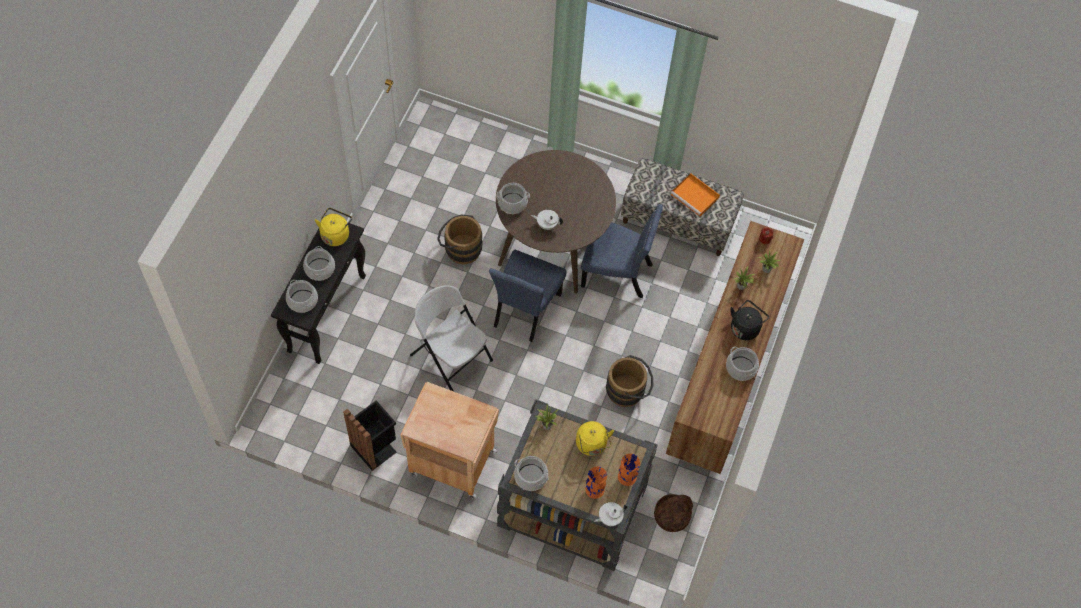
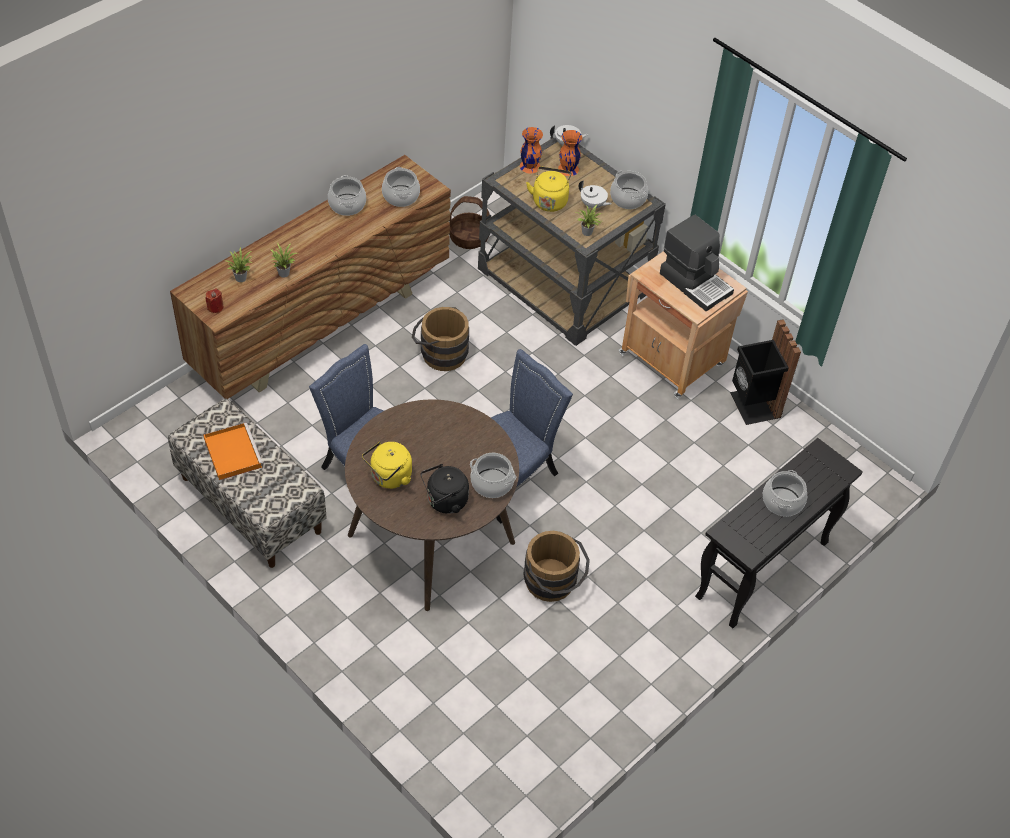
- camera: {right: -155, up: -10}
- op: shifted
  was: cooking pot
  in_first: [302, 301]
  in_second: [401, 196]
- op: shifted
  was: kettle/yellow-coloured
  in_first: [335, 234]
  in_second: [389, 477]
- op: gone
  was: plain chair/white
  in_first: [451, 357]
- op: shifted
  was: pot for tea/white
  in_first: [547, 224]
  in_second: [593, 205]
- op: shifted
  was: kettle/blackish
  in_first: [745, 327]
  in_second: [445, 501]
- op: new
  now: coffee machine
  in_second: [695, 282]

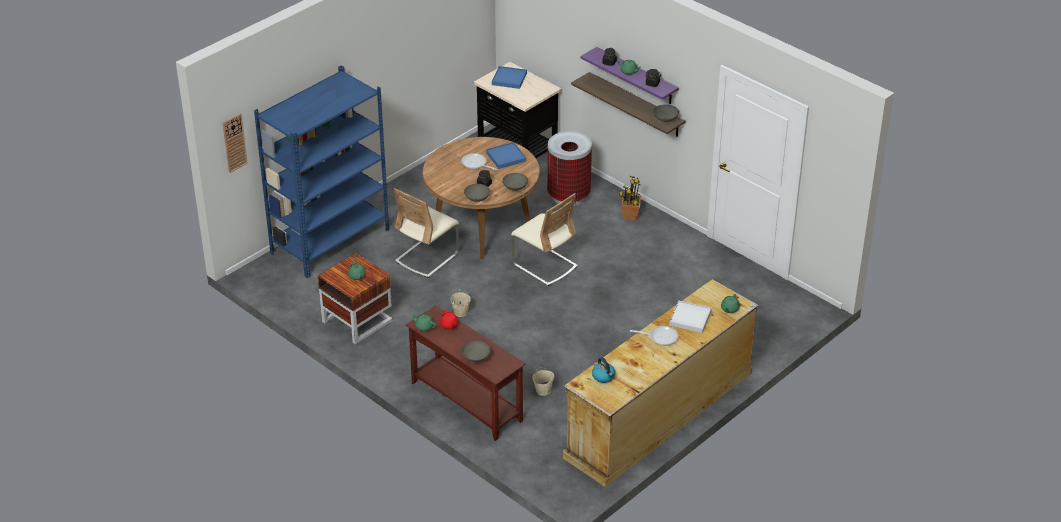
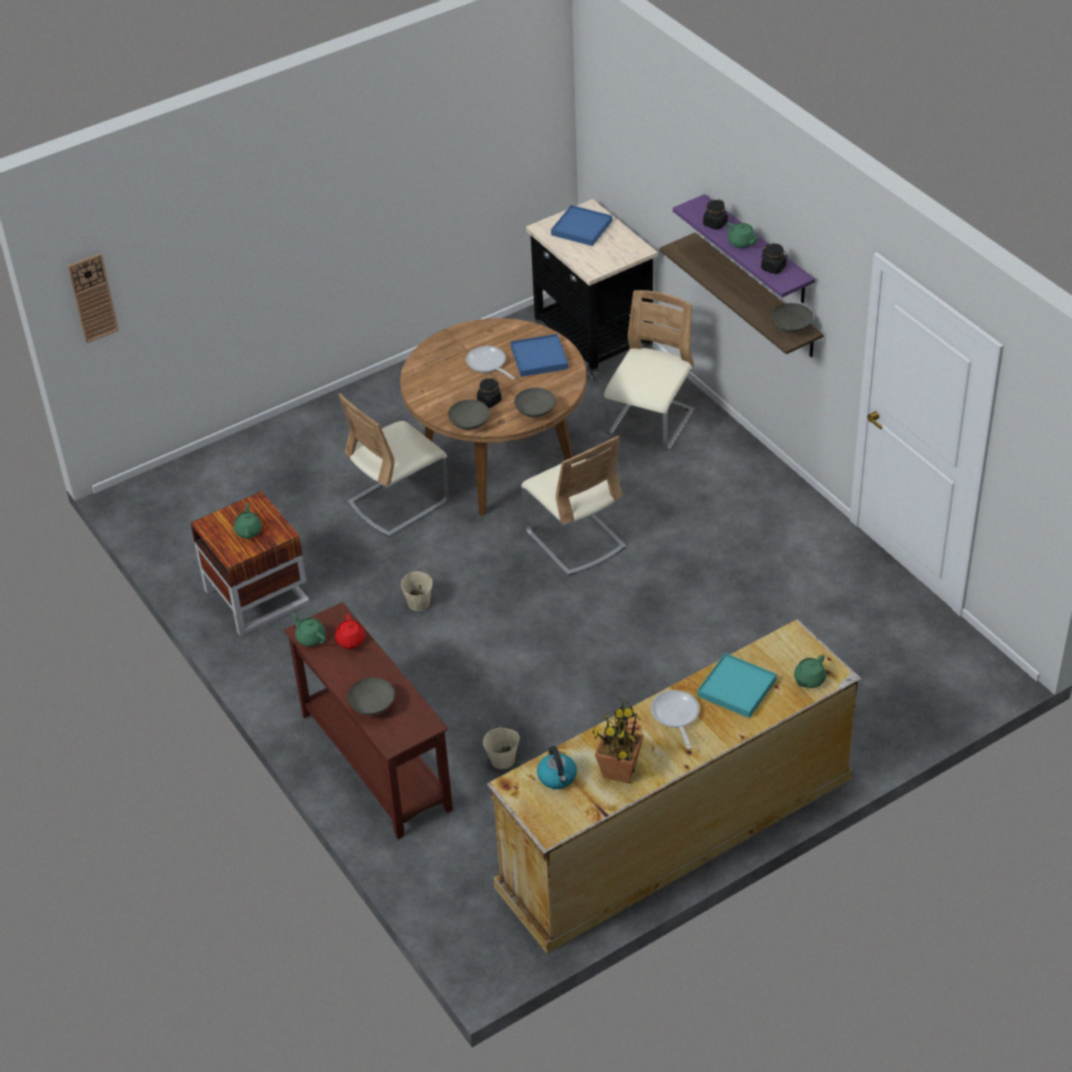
- camera: {right: 15, up: 5}
- op: gone
  was: bookshelf/blue-coloured
  in_first: [330, 241]
- op: swapped
  was: trash can
  now: plain chair/sand-coloured
  in_first: [569, 196]
  in_second: [650, 424]
- op: shifted
  was: potted plant
  in_first: [630, 216]
  in_second: [619, 771]
- op: rotated
  was: frying pan
  in_first: [660, 337]
  in_second: [675, 716]
  clockwise: -120
- op: repainted
  was: tray/white
  now: tray/blue-green
  in_first: [690, 318]
  in_second: [736, 688]

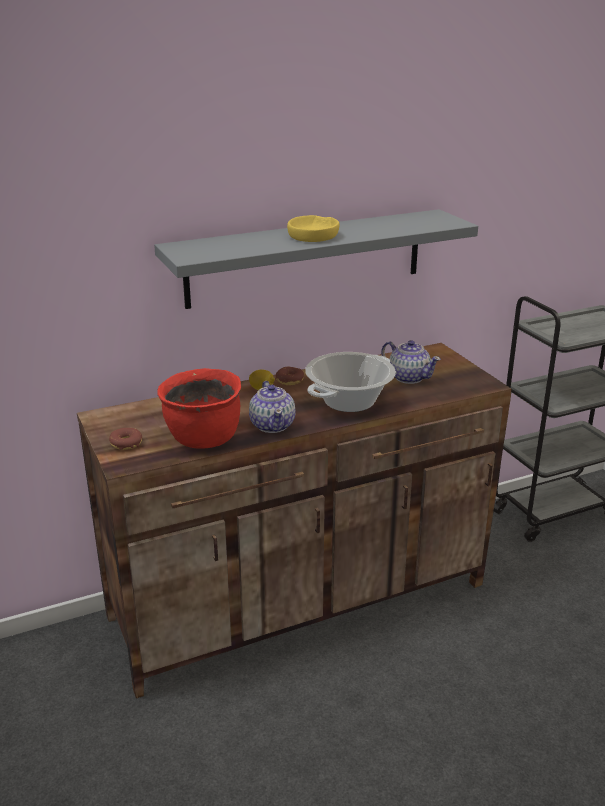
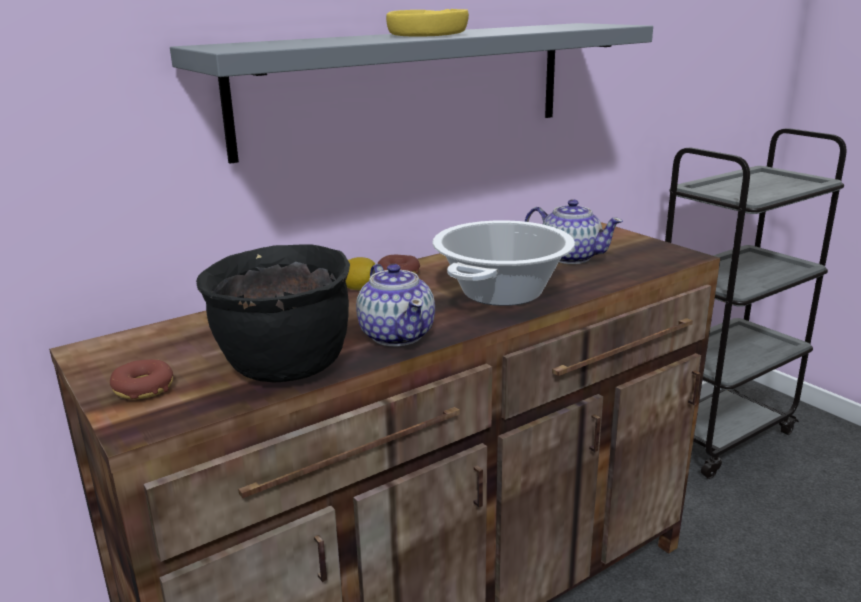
- camera: {right: -10, up: -5}
- op: repainted
  was: cooking pot/red-coloured
  now: cooking pot/blackish
  in_first: [203, 439]
  in_second: [285, 368]

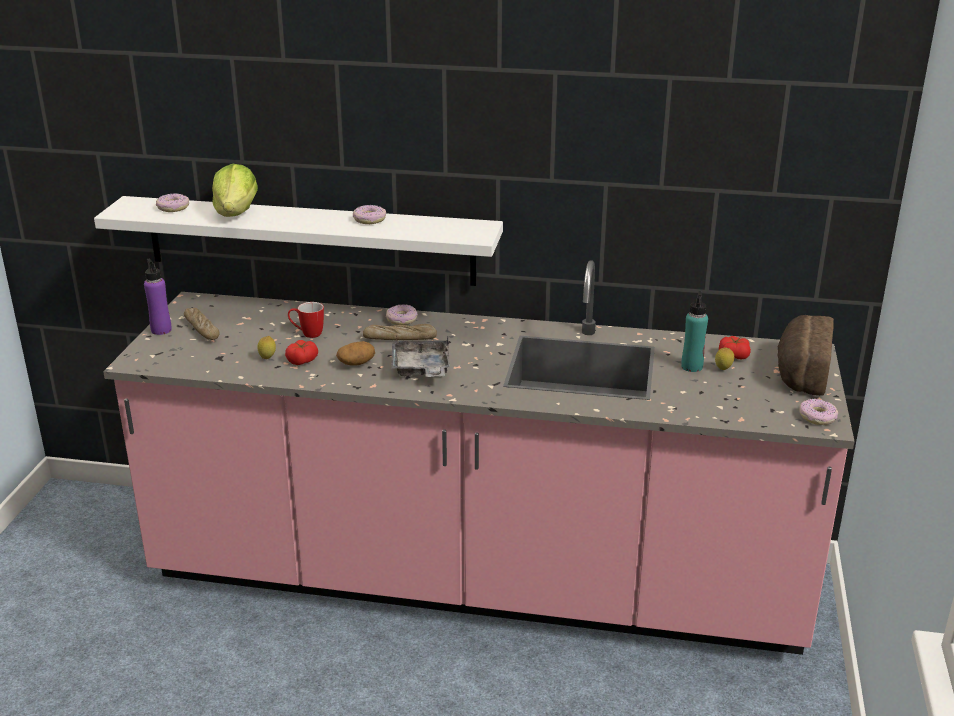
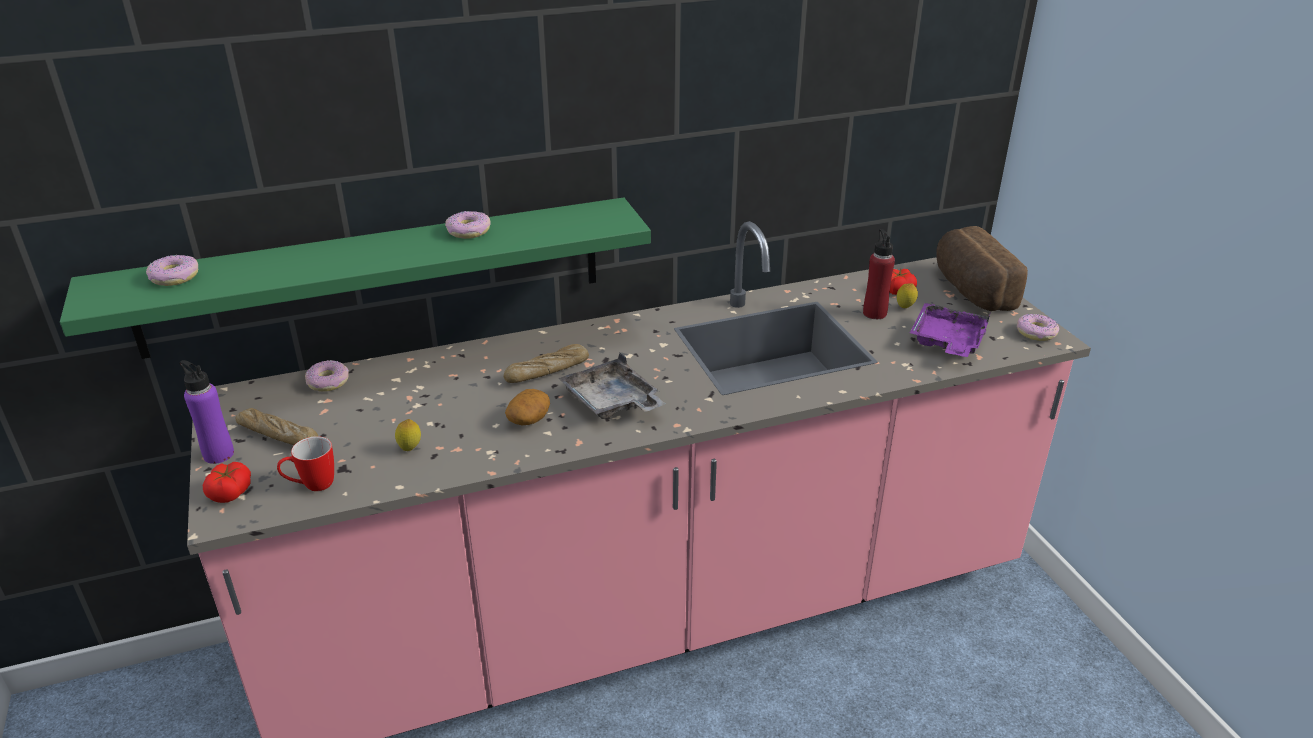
- camera: {right: -30, up: 5}
- op: repainted
  was: bracket shelf/white
  now: bracket shelf/green
  in_first: [310, 240]
  in_second: [375, 276]
- op: gone
  was: lettuce
  in_first: [236, 213]
- op: shifted
  was: tomato
  in_first: [302, 360]
  in_second: [230, 492]
- op: shifted
  was: mug
  in_first: [307, 334]
  in_second: [311, 486]
- op: shifted
  was: doughnut
  in_first: [402, 319]
  in_second: [328, 382]
- op: repainted
  was: drink bottle/blue-green
  now: drink bottle/red-coloured
  in_first: [692, 366]
  in_second: [874, 313]
- op: new
  now: tray/purple-coloured
  in_second: [947, 342]

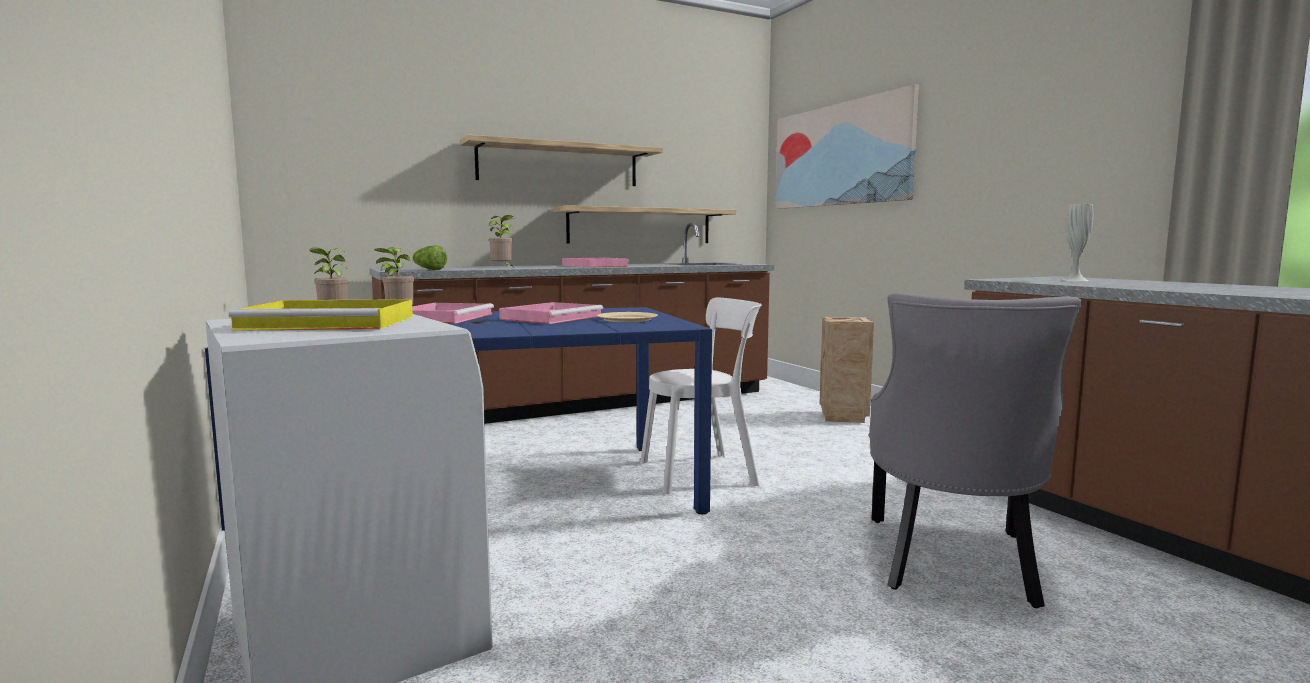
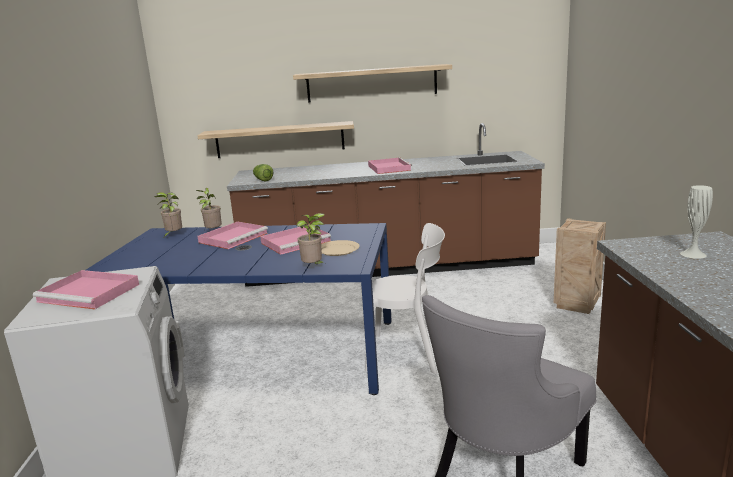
- camera: {right: 25, up: 10}
- op: repainted
  was: tray/yellow-coloured
  now: tray/pink
  in_first: [333, 322]
  in_second: [90, 293]
- op: shifted
  was: potted plant
  in_first: [503, 269]
  in_second: [314, 267]
- op: shifted
  was: bracket shelf
  in_first: [640, 226]
  in_second: [280, 140]
- op: gone
  was: wall picture
  in_first: [839, 155]

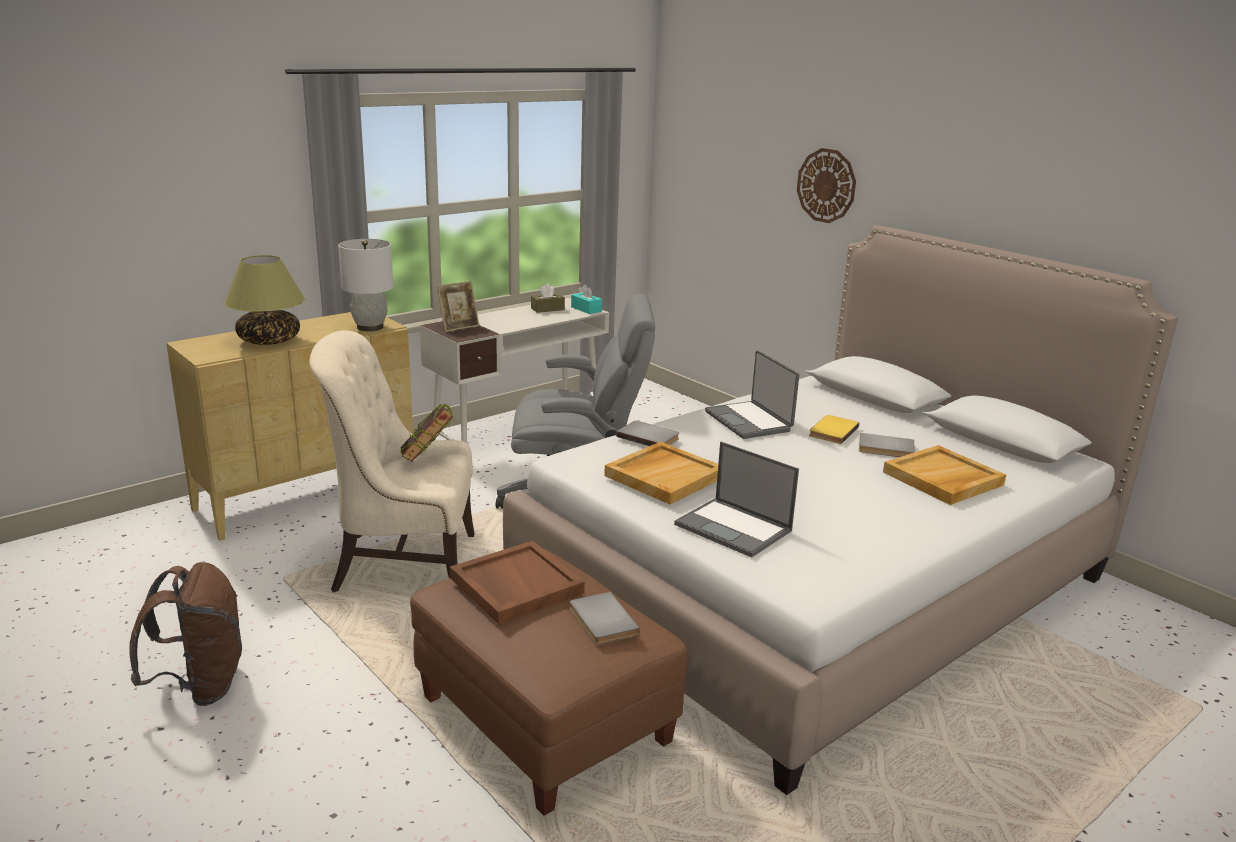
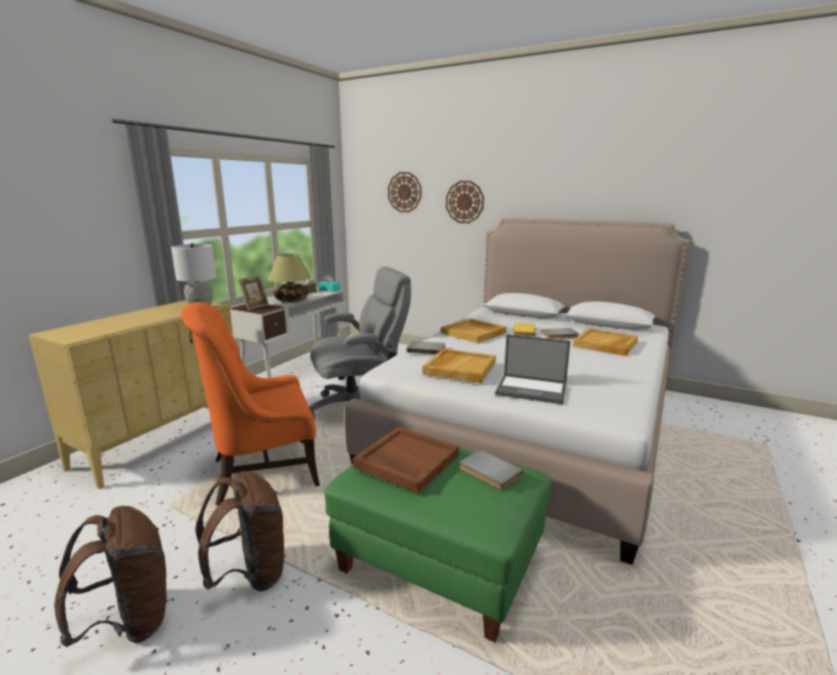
- camera: {right: -20, up: -5}
- op: shifted
  was: lamp for a table
  in_first: [268, 341]
  in_second: [291, 300]
- op: repainted
  was: lounge chair/sand-coloured
  now: lounge chair/orange
  in_first: [403, 563]
  in_second: [263, 472]
- op: gone
  was: bound book
  in_first: [427, 459]
- op: repainted
  was: footrest/brown-coloured
  now: footrest/green
  in_first: [544, 721]
  in_second: [439, 561]
- op: swapped
  was: notebook computer
  now: tray/sand-coloured
  in_first: [749, 421]
  in_second: [474, 333]
- op: new
  now: backpack/brown-coloured
  in_second: [250, 574]
- op: new
  now: wall clock
  in_second: [404, 192]

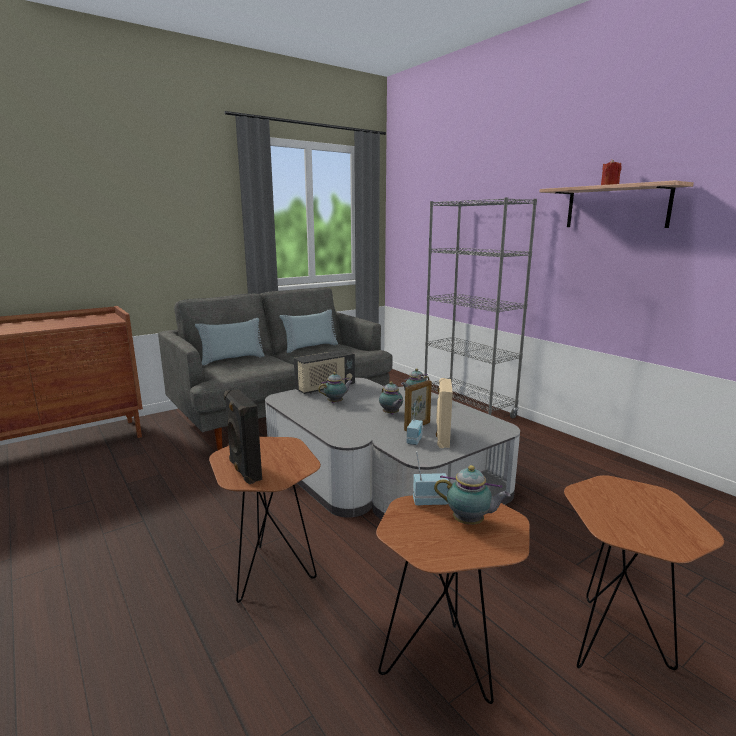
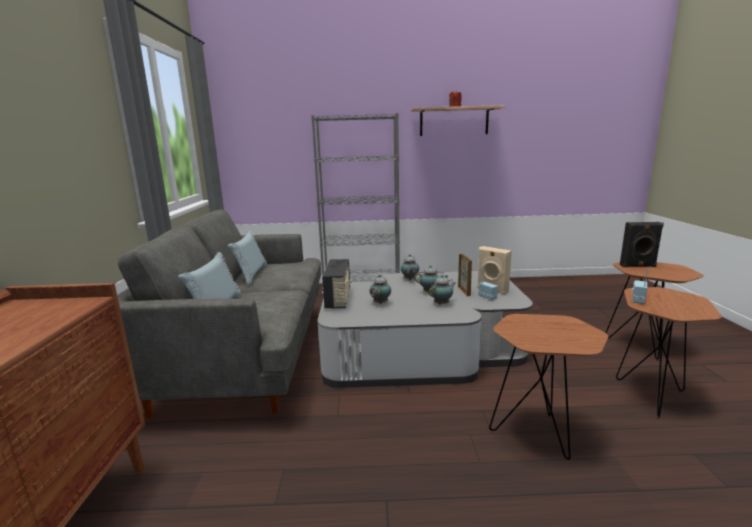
- camera: {right: -55, up: 0}
- op: shifted
  was: audio speaker/blackish
  in_first: [244, 471]
  in_second: [638, 266]
- op: shifted
  was: pot for tea
  in_first: [470, 522]
  in_second: [442, 303]

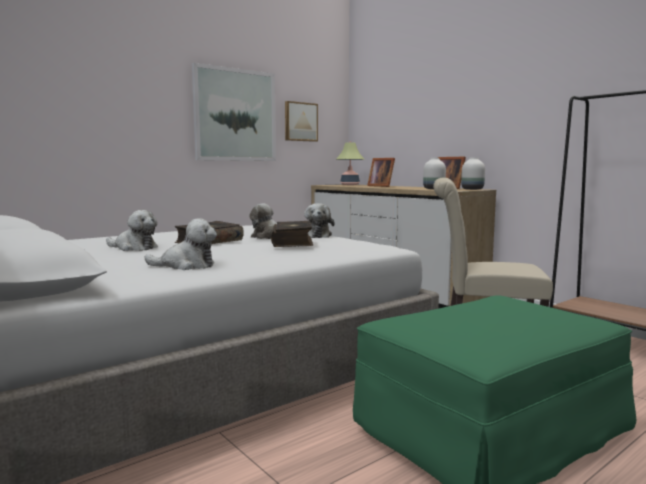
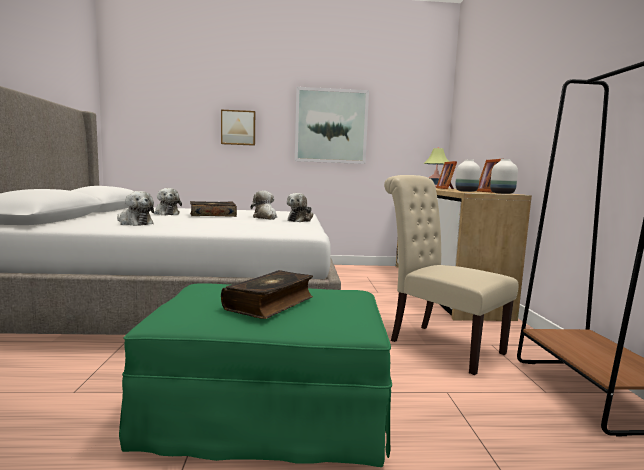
- camera: {right: 35, up: 0}
- op: shifted
  was: bound book
  in_first: [293, 242]
  in_second: [271, 303]
- op: shifted
  was: wall picture
  in_first: [300, 122]
  in_second: [238, 128]

